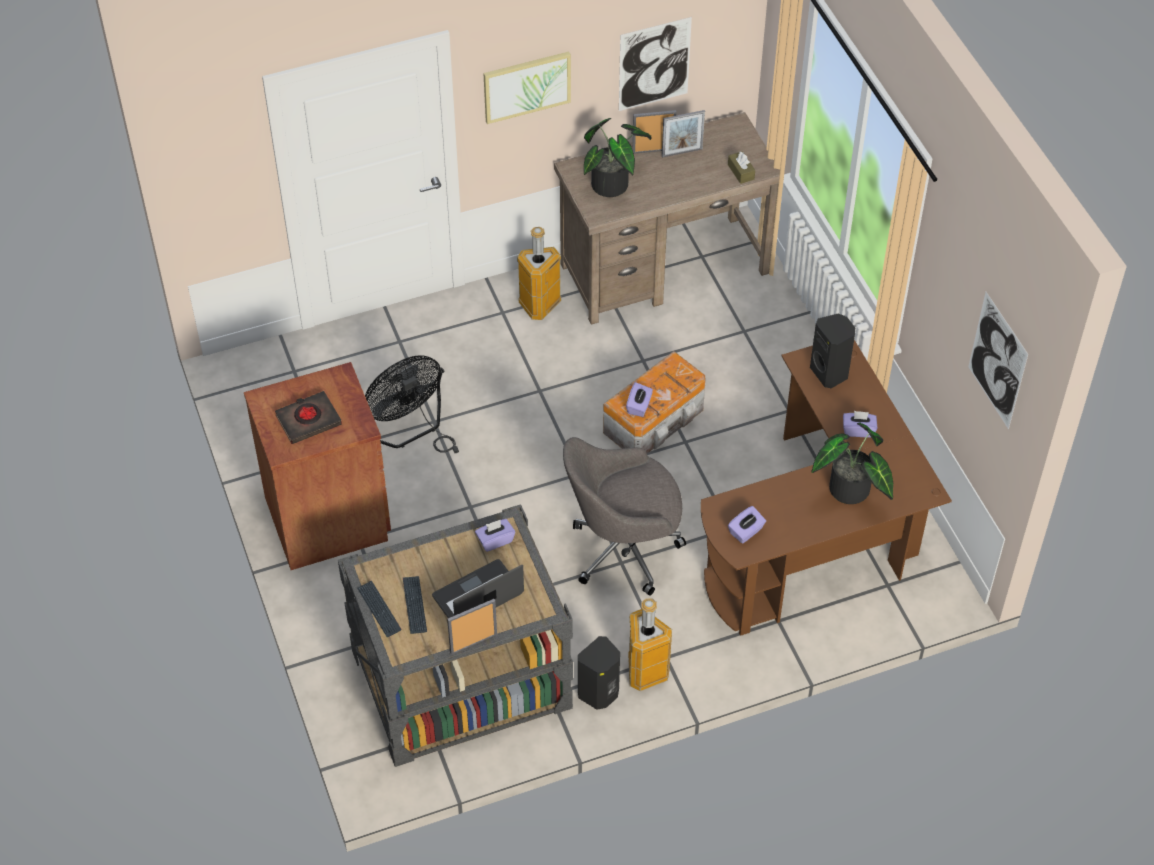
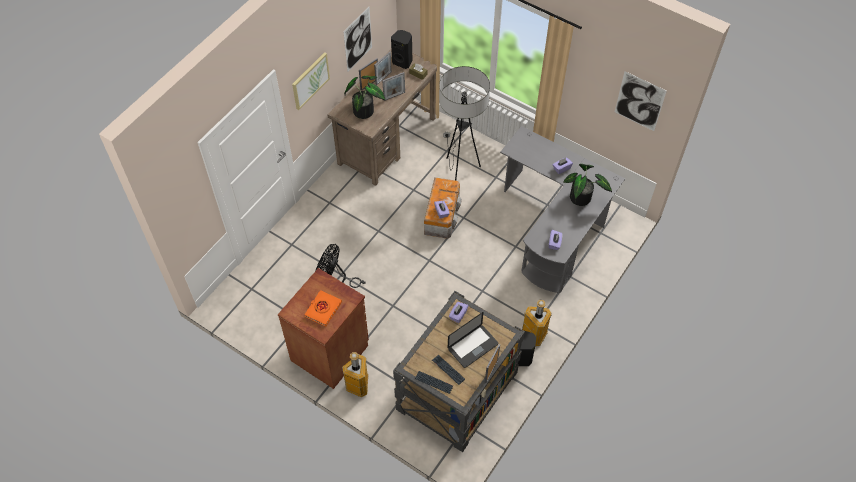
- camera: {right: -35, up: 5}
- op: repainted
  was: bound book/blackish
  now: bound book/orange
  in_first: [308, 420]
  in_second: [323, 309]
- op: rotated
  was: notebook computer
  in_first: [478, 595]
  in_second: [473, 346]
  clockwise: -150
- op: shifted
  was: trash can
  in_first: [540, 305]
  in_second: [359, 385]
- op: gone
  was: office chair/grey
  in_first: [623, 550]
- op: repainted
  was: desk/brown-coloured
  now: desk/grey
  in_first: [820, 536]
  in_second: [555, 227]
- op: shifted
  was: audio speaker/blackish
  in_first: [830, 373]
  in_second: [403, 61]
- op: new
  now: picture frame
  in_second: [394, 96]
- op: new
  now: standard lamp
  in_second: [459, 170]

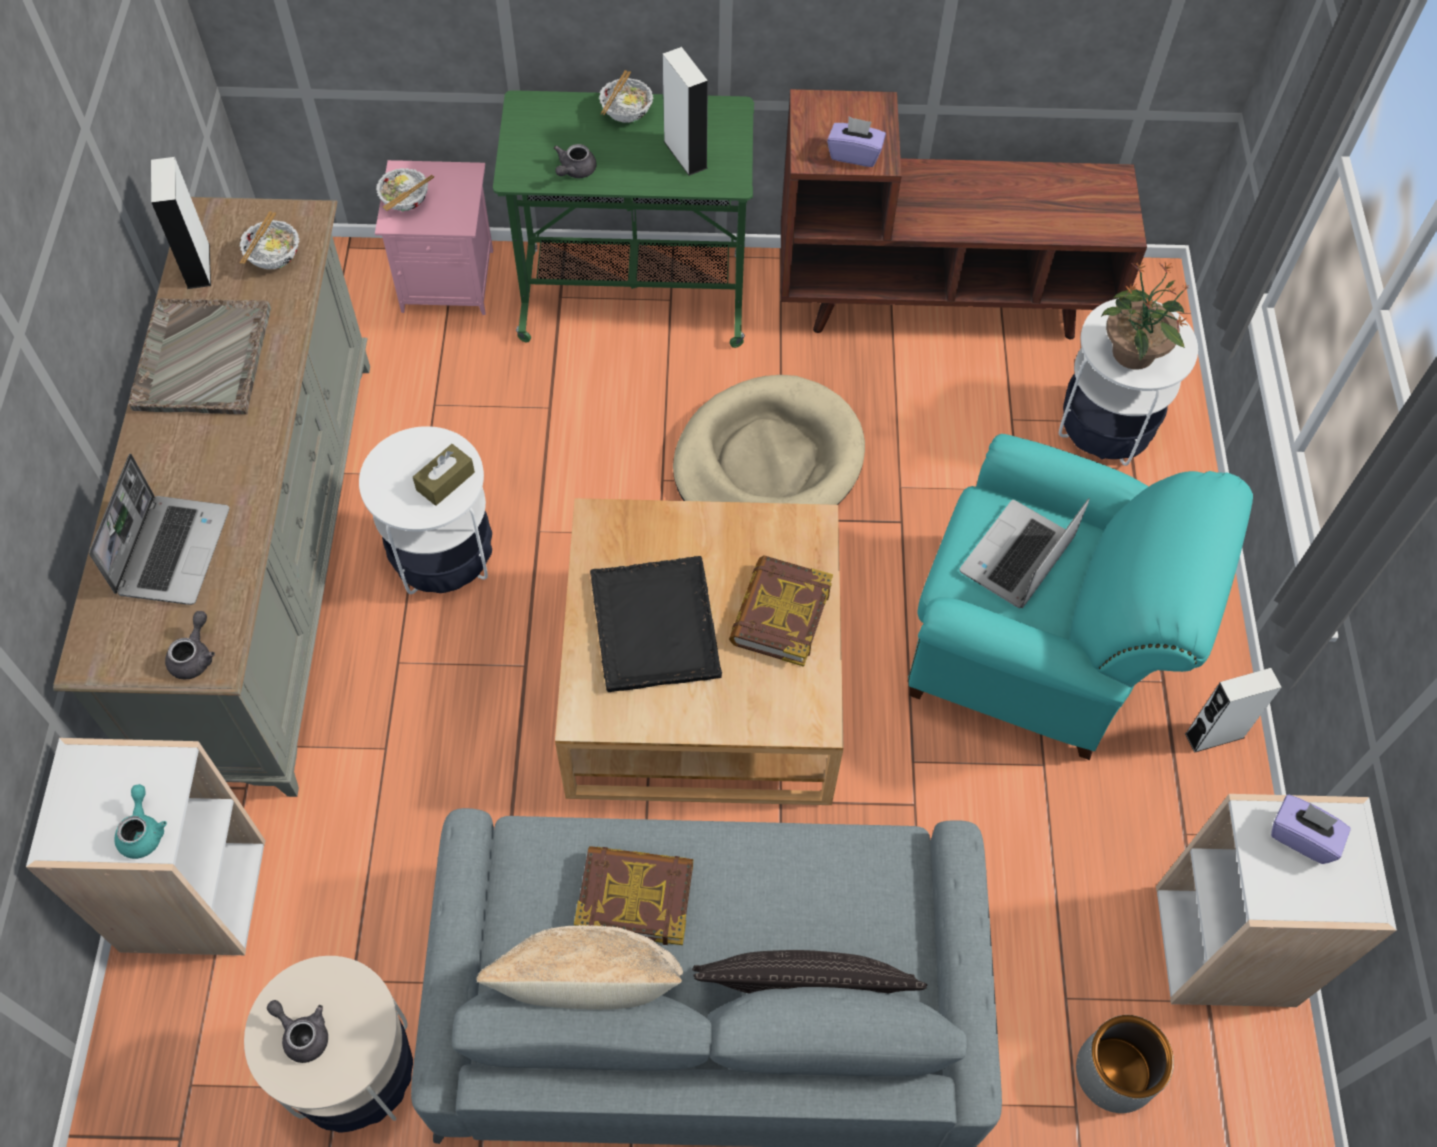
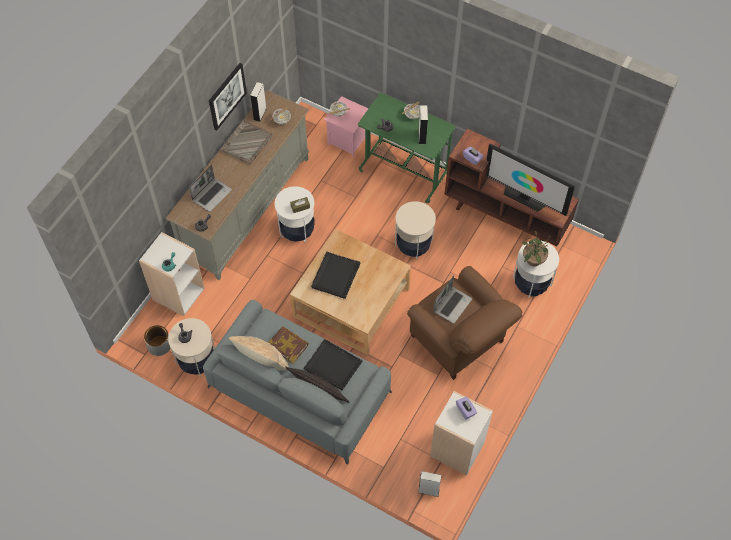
- camera: {right: 30, up: 0}
- op: swapped
  was: pet bed/sand-coloured
  now: side table/sand-coloured
  in_first: [767, 462]
  in_second: [413, 244]
- op: gone
  was: bound book
  in_first: [780, 614]
- op: repainted
  was: lounge chair/blue-green
  now: lounge chair/brown-coloured
  in_first: [1039, 651]
  in_second: [460, 341]
- op: rotated
  was: notebook computer
  in_first: [1017, 558]
  in_second: [452, 305]
  clockwise: 150
- op: shifted
  was: planter/grey
  in_first: [1115, 1072]
  in_second: [159, 345]
- op: shifted
  was: audio speaker/white
  in_first: [1214, 735]
  in_second: [428, 491]
- op: new
  now: wall picture
  in_second: [226, 96]
- op: new
  now: tray/blackish
  in_second: [333, 365]
- op: new
  now: television
  in_second: [524, 197]

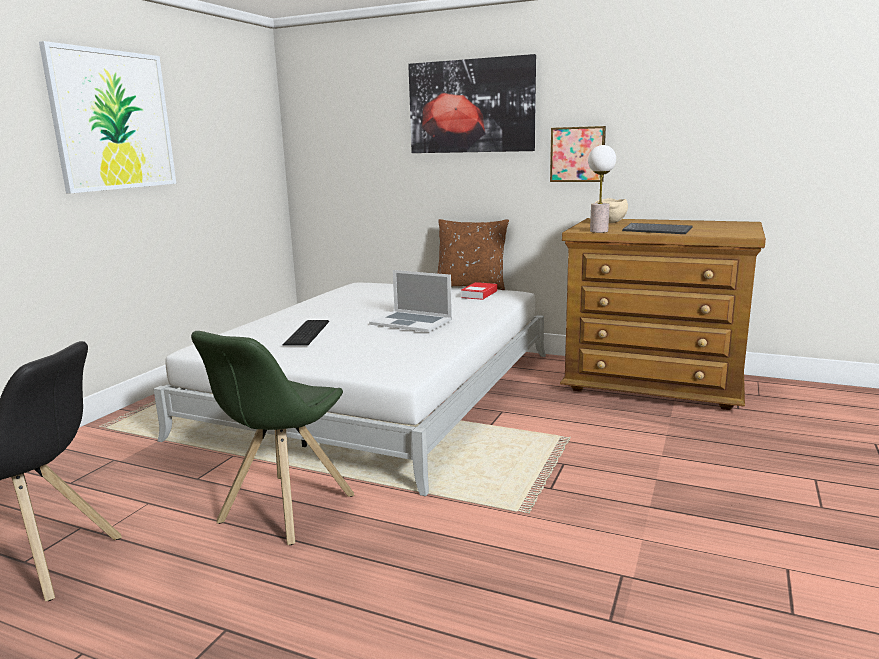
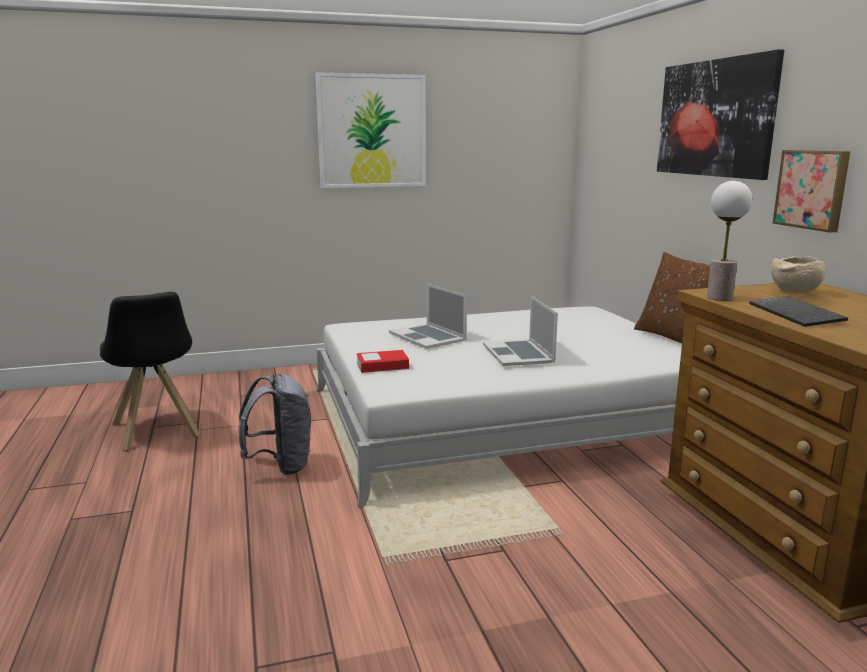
- camera: {right: 50, up: 0}
- op: swapped
  was: plain chair/green
  now: backpack/grey
  in_first: [285, 508]
  in_second: [281, 466]
- op: swapped
  was: computer keyboard
  now: notebook computer
  in_first: [309, 332]
  in_second: [428, 336]
- op: shifted
  was: bound book
  in_first: [479, 294]
  in_second: [382, 366]

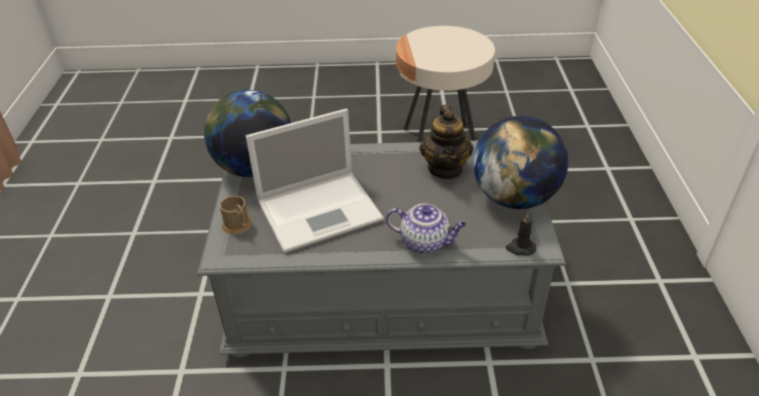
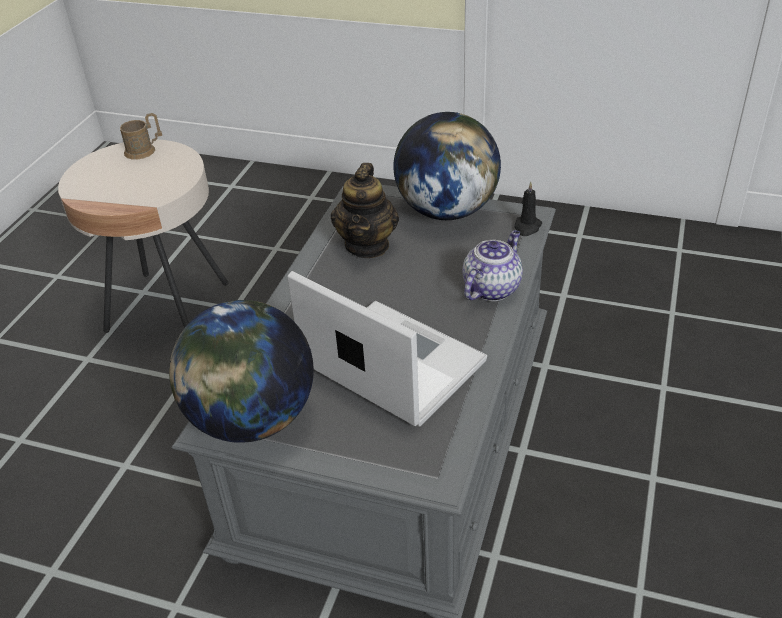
- camera: {right: -70, up: 0}
- op: shifted
  was: mug/brown-coloured
  in_first: [239, 226]
  in_second: [144, 150]
- op: rotated
  was: notebook computer
  in_first: [321, 210]
  in_second: [390, 362]
  clockwise: -45
- op: rotated
  was: pot for tea
  in_first: [445, 169]
  in_second: [367, 245]
  clockwise: 75

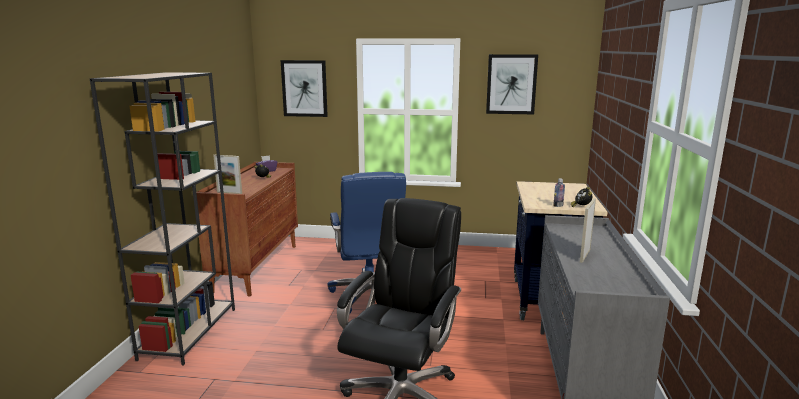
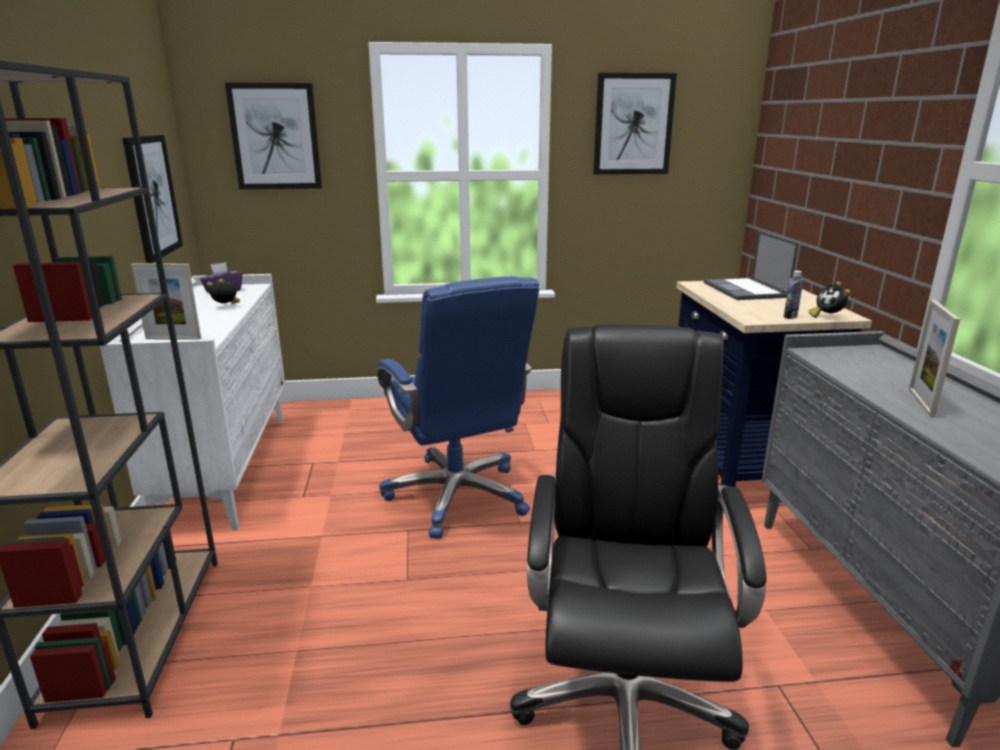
- camera: {right: -15, up: 5}
- op: repainted
  was: cabinet/brown-coloured
  now: cabinet/white
  in_first: [257, 267]
  in_second: [229, 468]
- op: new
  now: wall picture
  in_second: [152, 196]
- op: new
  now: notebook computer
  in_second: [746, 290]

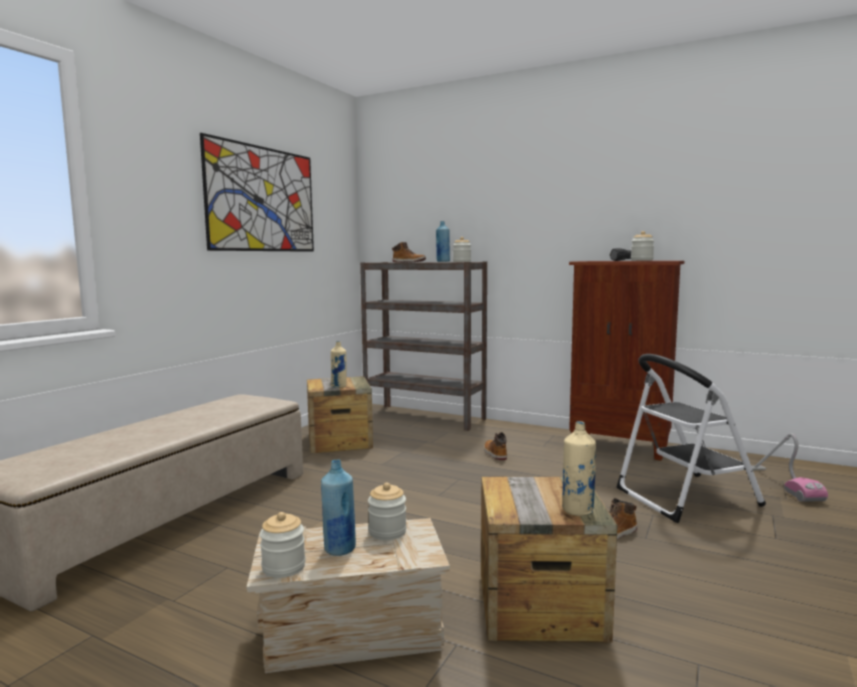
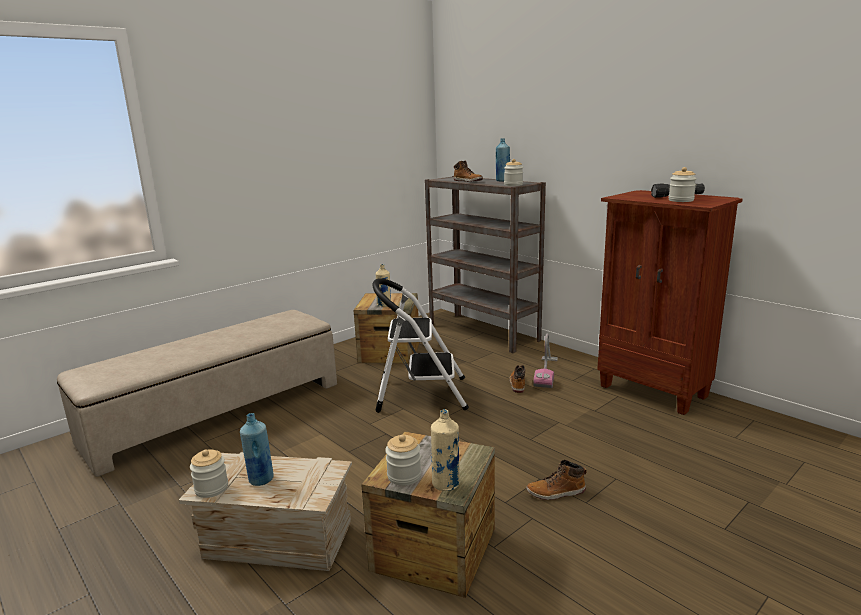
- camera: {right: 20, up: 10}
- op: gone
  was: wall picture
  in_first: [263, 199]
- op: shifted
  was: jar
  in_first: [387, 532]
  in_second: [404, 476]
- op: shifted
  was: step stool
  in_first: [683, 497]
  in_second: [418, 394]
- op: shifted
  was: hoover
  in_first: [781, 484]
  in_second: [546, 372]

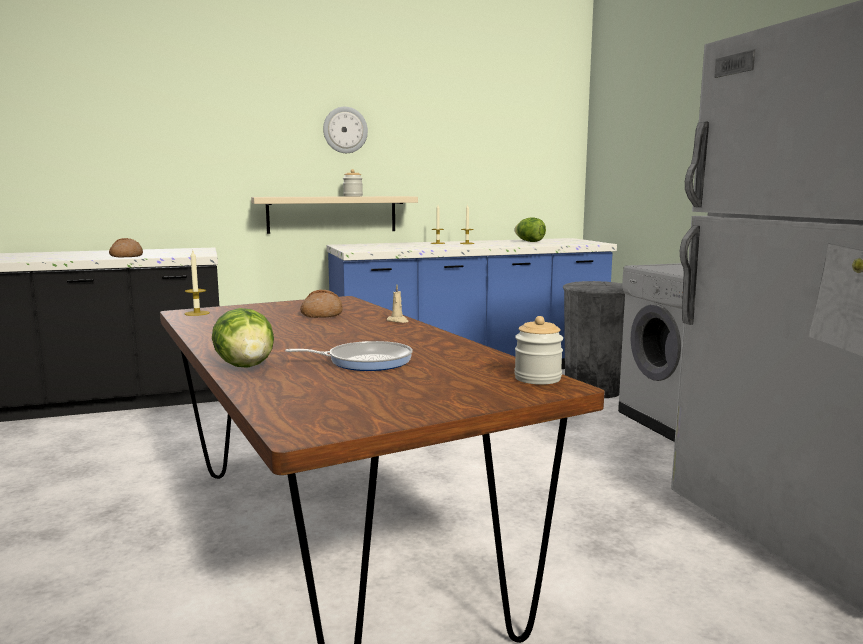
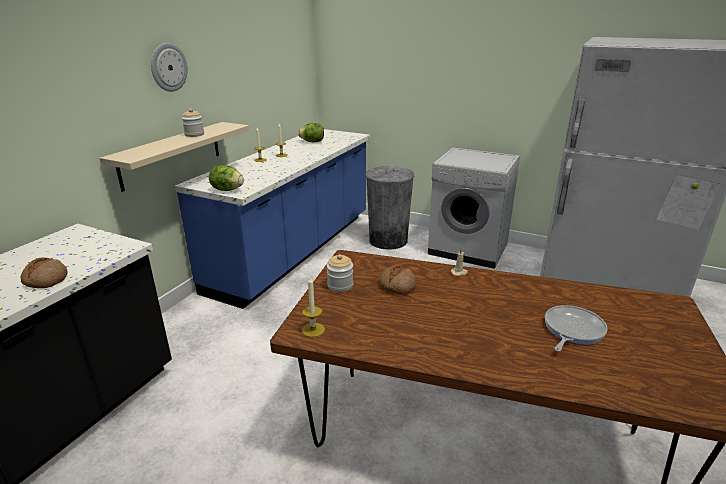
- camera: {right: -45, up: 15}
- op: shifted
  was: lettuce
  in_first: [246, 366]
  in_second: [227, 190]
- op: shifted
  was: jar
  in_first: [537, 378]
  in_second: [340, 286]

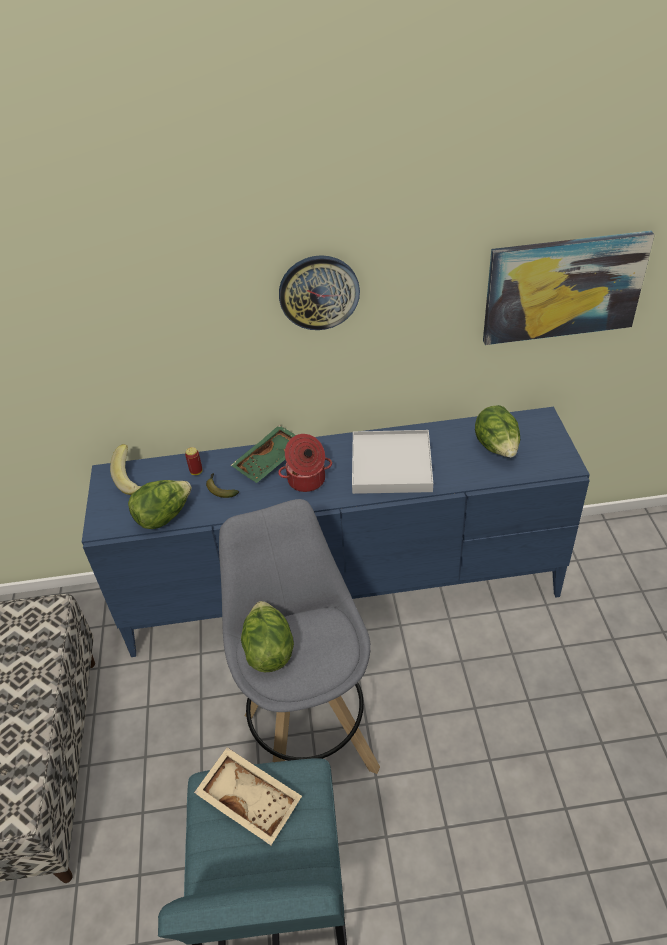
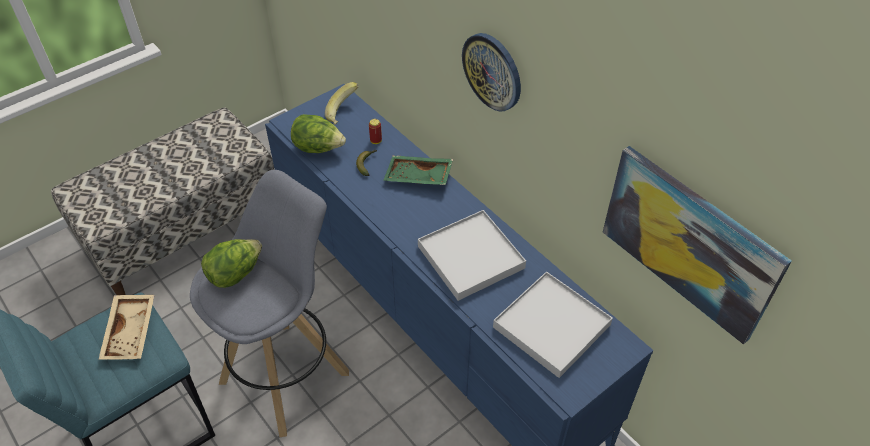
- camera: {right: 55, up: 5}
- op: gone
  was: cooking pot
  in_first: [306, 480]
- op: swapped
  was: lettuce
  now: tray/white
  in_first: [497, 448]
  in_second: [552, 326]

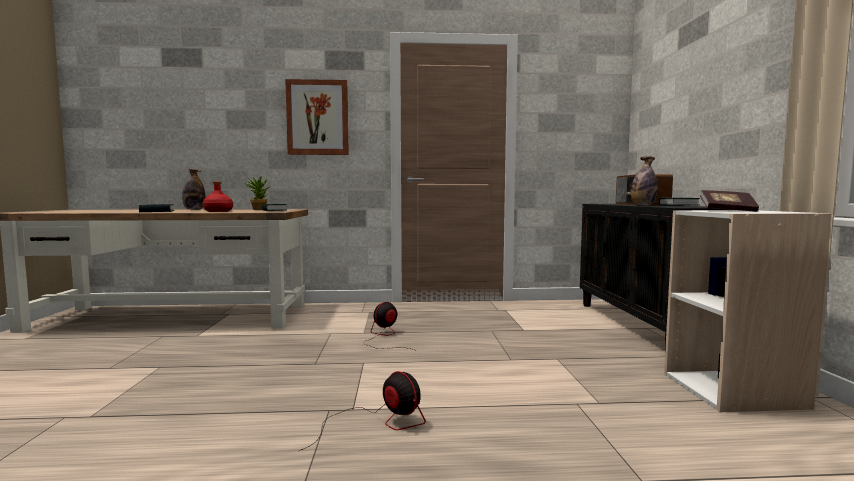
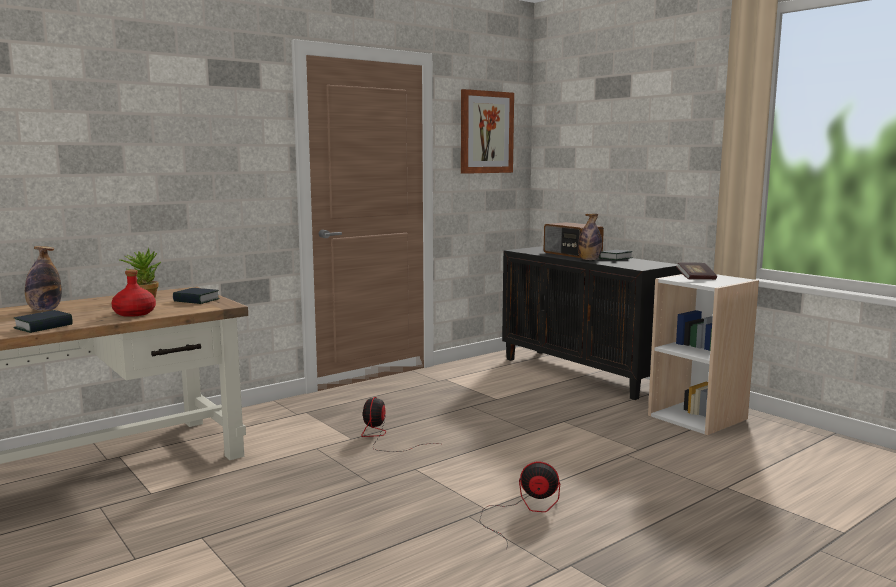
- camera: {right: -35, up: 5}
- op: shifted
  was: wall picture
  in_first: [318, 118]
  in_second: [486, 132]

